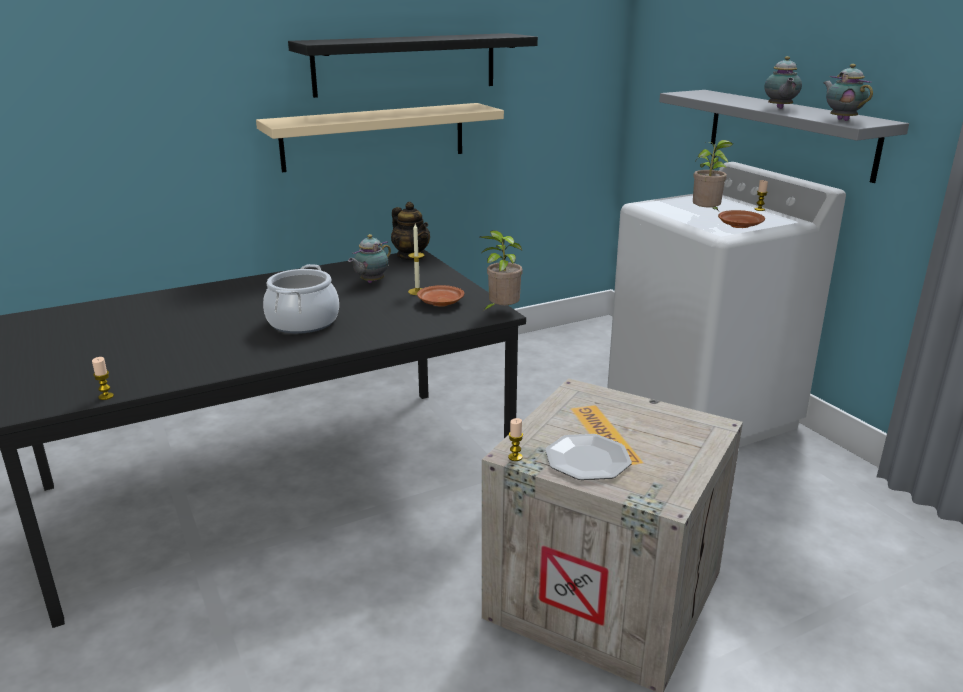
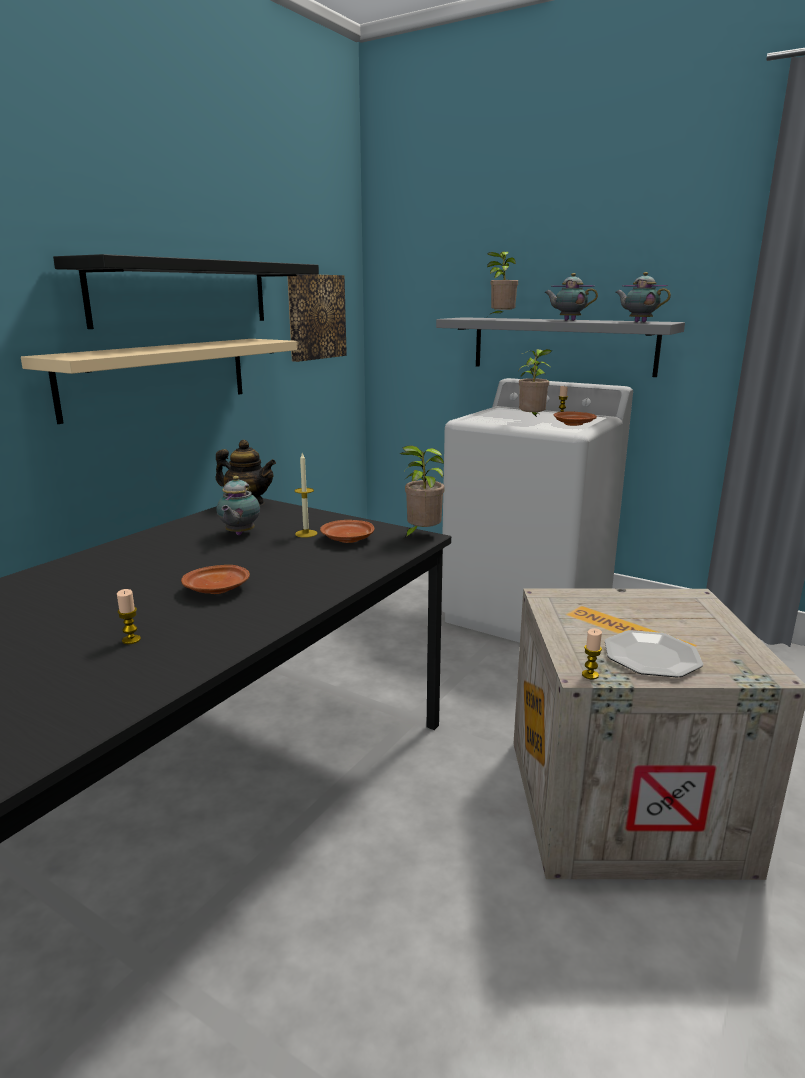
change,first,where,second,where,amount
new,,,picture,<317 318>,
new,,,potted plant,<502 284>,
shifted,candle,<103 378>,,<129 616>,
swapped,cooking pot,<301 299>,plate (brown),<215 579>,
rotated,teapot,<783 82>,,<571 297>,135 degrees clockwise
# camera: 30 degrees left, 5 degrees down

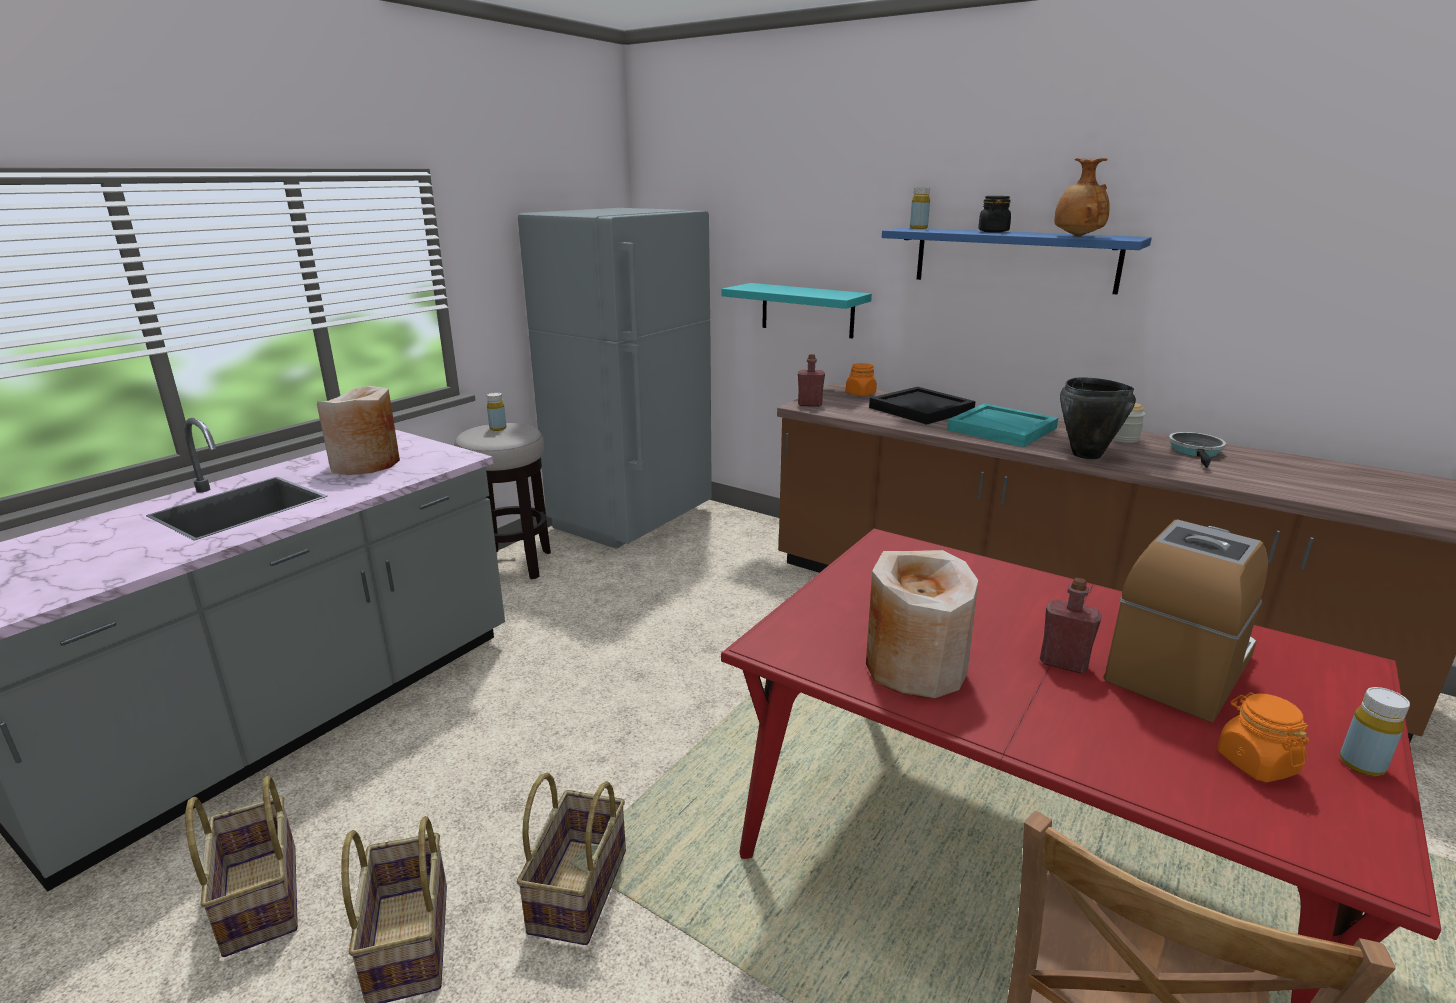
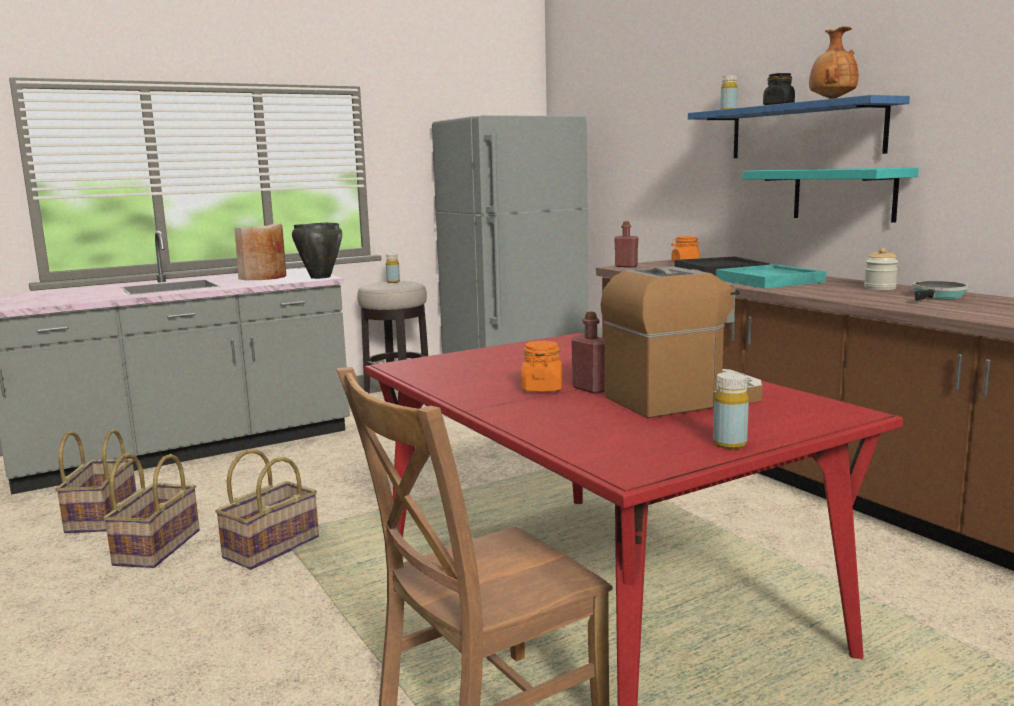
change,first,where,second,where,amount
gone,vase (beige),<922 624>,,,
shifted,shelf (turquoise),<796 311>,,<831 195>,
shifted,cooking pot (black),<1098 418>,,<317 250>,
shifted,jar (orange),<1263 737>,,<542 366>,
# camera: 25 degrees right, 10 degrees down

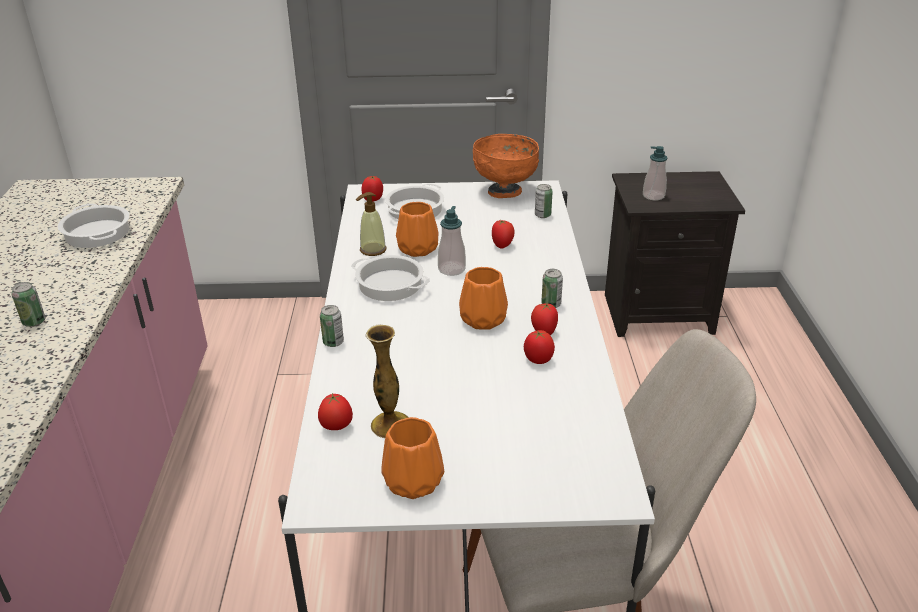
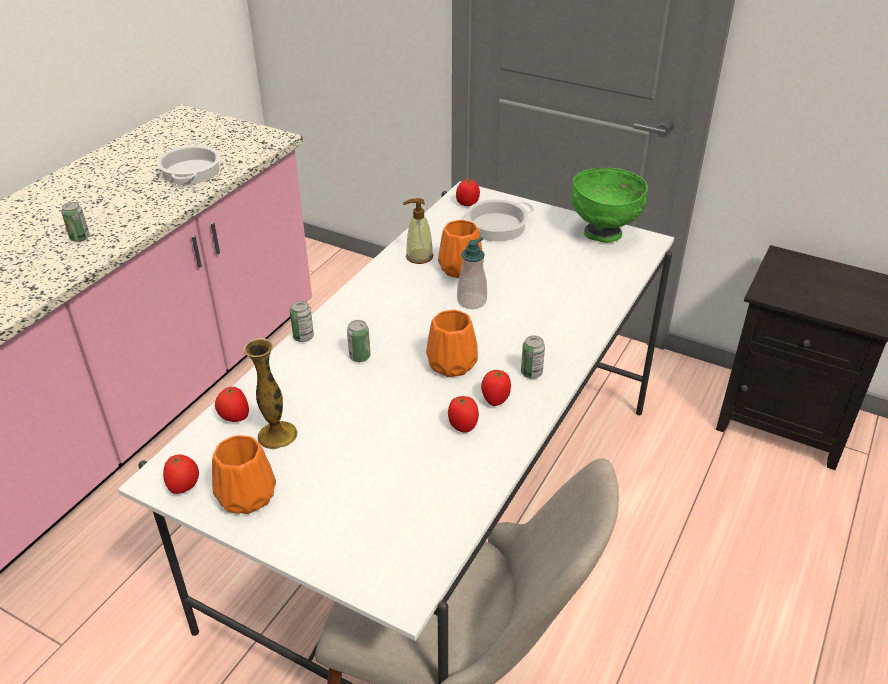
change,first,where,second,where,amount
gone,cooking pot,<390 278>,,,
gone,soap dispenser,<655 173>,,,
shifted,tomato,<503 234>,,<181 474>,
shifted,can,<544 201>,,<358 341>,
repainted,bowl (orange),<506 166>,bowl (green),<609 205>,
# camera: 30 degrees right, 5 degrees up

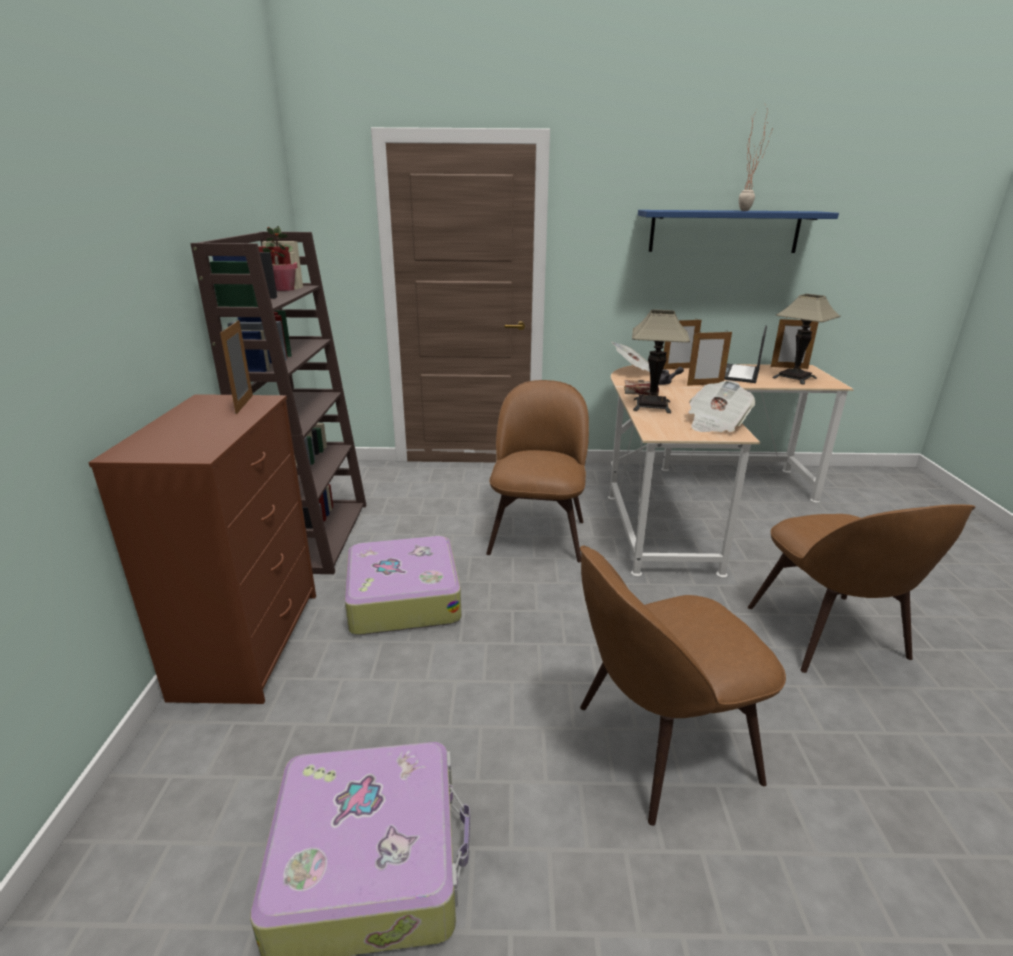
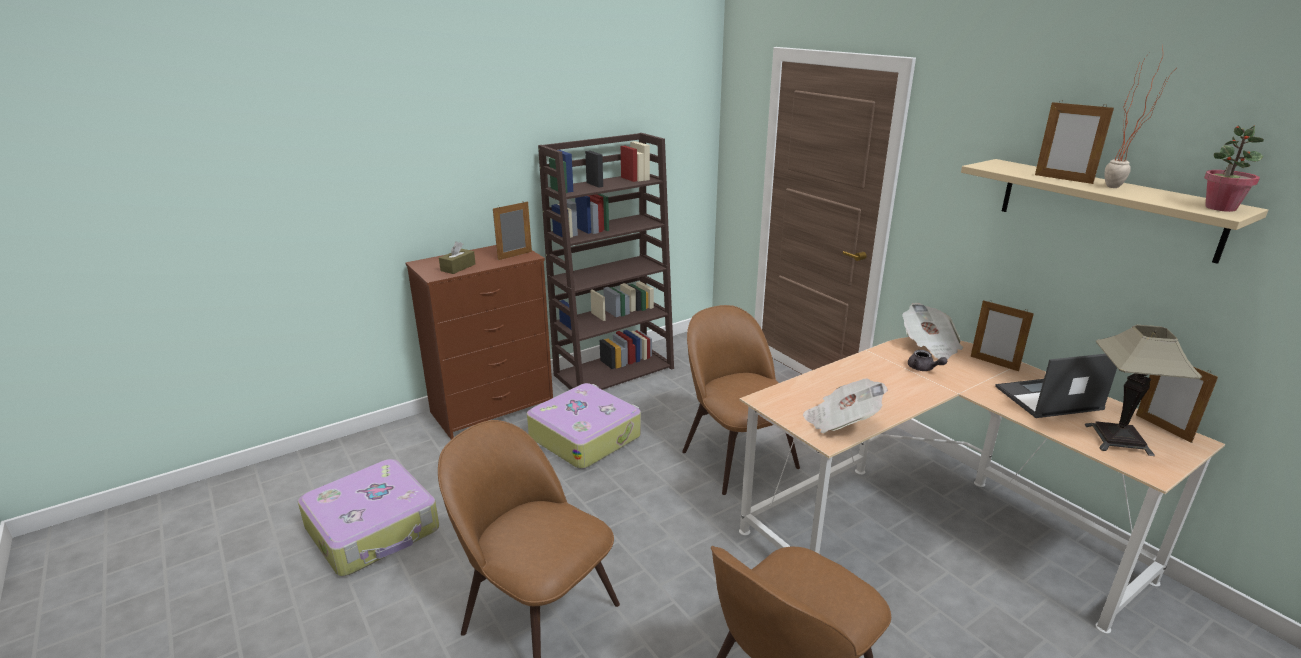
change,first,where,second,where,amount
gone,book,<641 387>,,,
gone,table lamp,<661 361>,,,
new,,,tissue box (brown),<457 257>,
shifted,potted plant,<280 258>,,<1234 168>,
shifted,picture frame,<709 359>,,<1074 142>,
repainted,shelf (blue),<738 231>,shelf (beige),<1114 211>,
rotated,chair (brown),<537 471>,,<741 400>,90 degrees counterclockwise
# camera: 55 degrees right, 0 degrees up

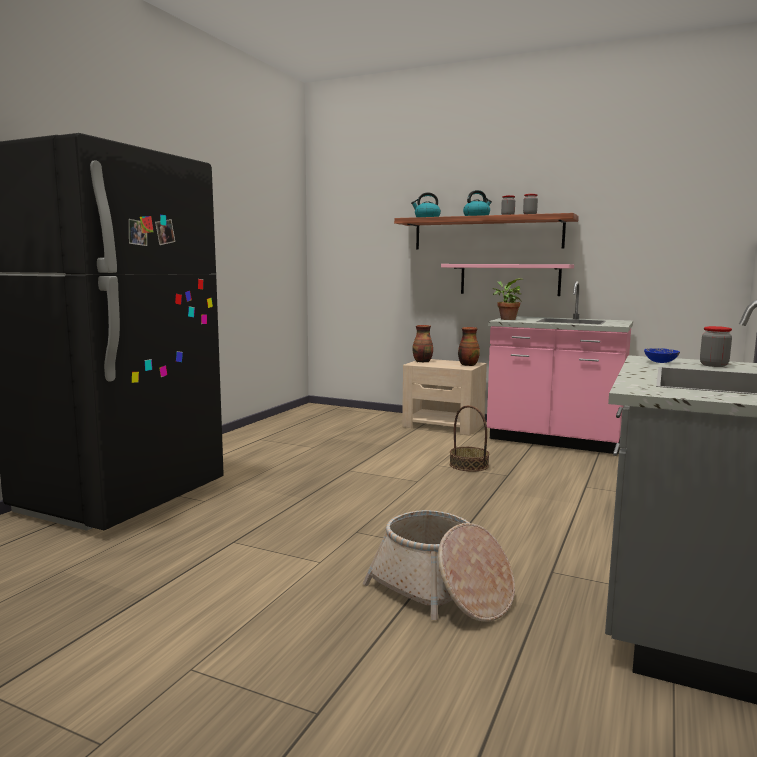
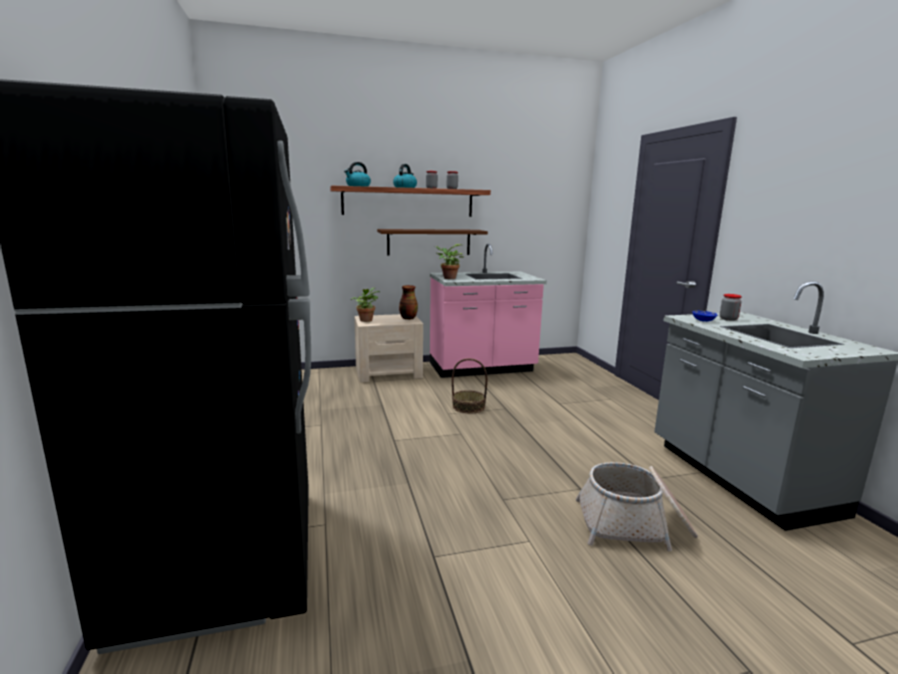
change,first,where,second,where,amount
swapped,vase,<422 343>,potted plant,<365 304>,
repainted,shelf (pink),<507 280>,shelf (brown),<432 242>,
# camera: 40 degrees left, 5 degrees up

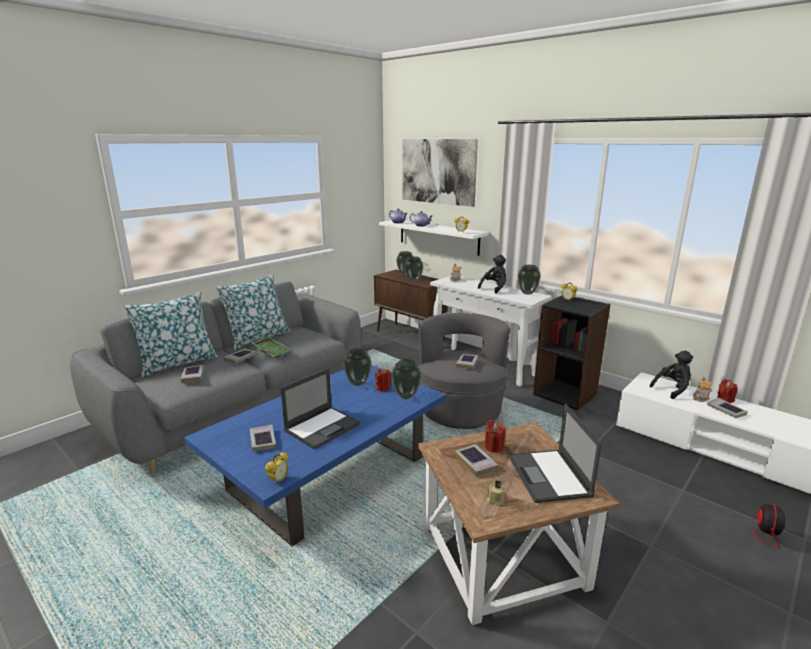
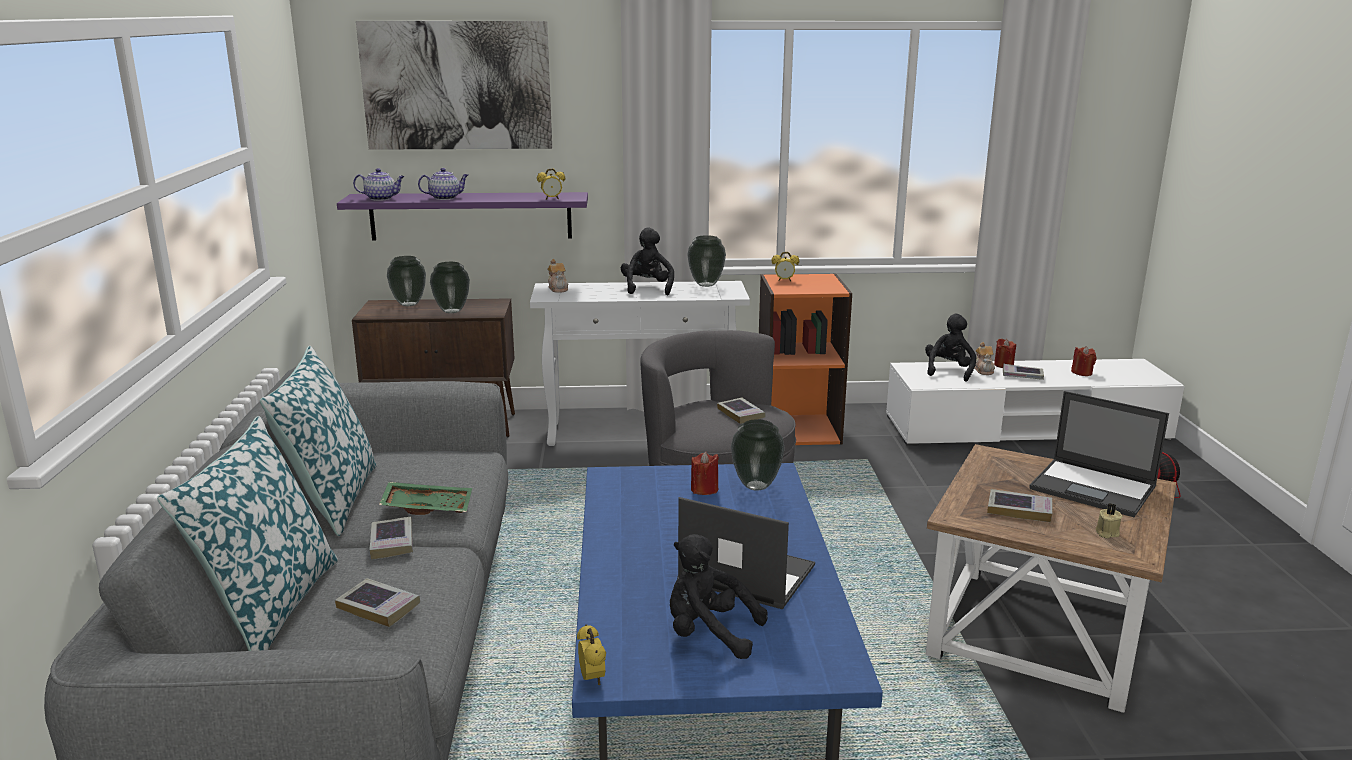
change,first,where,second,where,amount
gone,vase,<357 367>,,,
shifted,alarm clock,<277 468>,,<591 654>,
shifted,candle (red),<495 436>,,<1083 361>,
swapped,book,<263 438>,plush toy (black),<719 596>,
repainted,shelf (white),<434 238>,shelf (purple),<462 216>,
repainted,bookcase (black),<572 353>,bookcase (orange),<805 359>,
rotated,laptop,<320 408>,,<746 553>,60 degrees counterclockwise
# camera: 45 degrees left, 0 degrees up

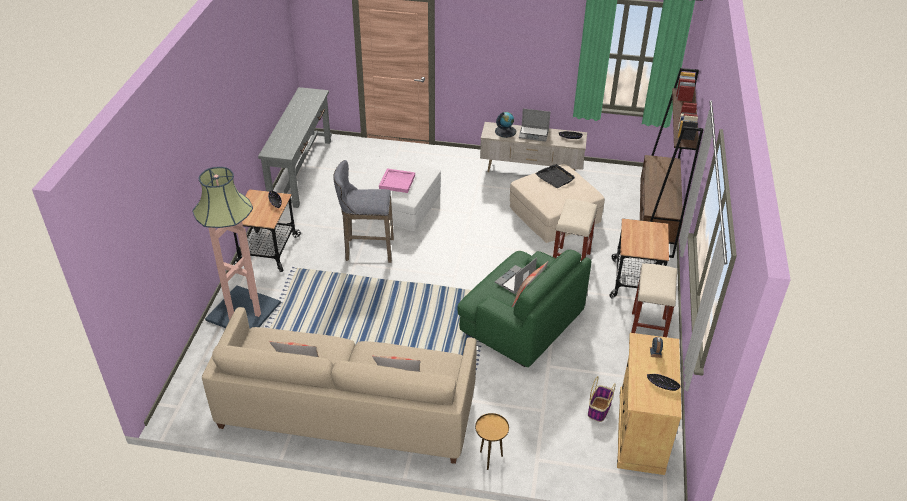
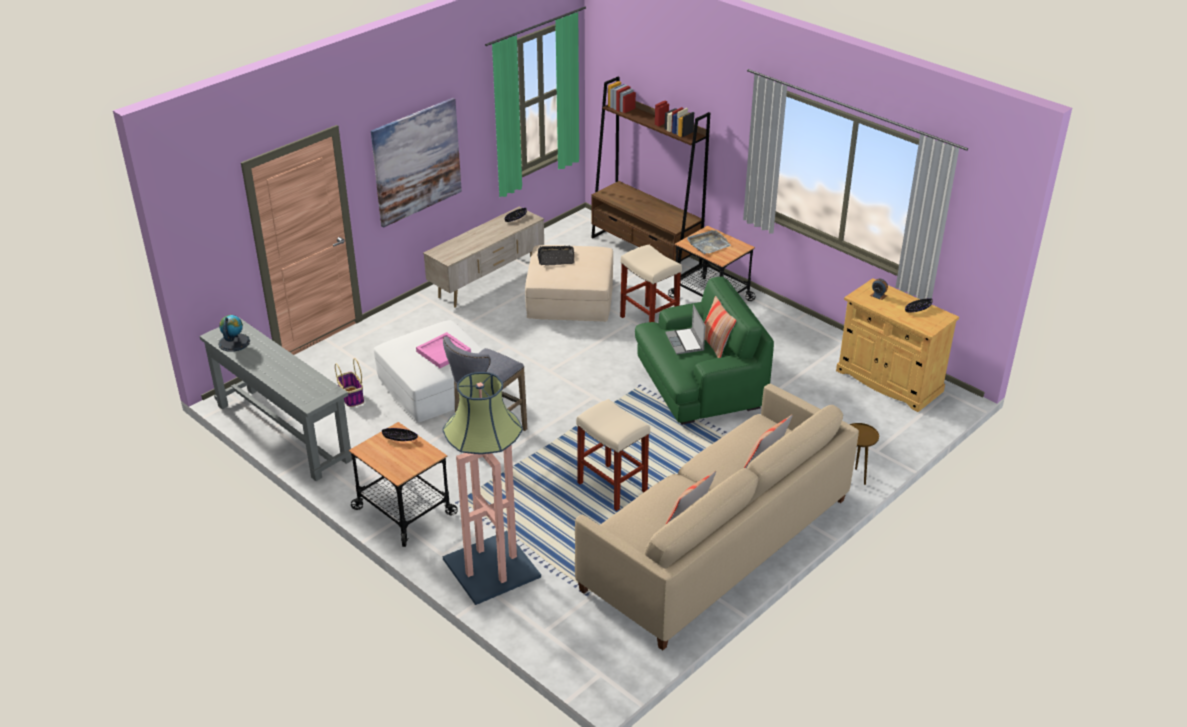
change,first,where,second,where,amount
gone,laptop,<535 124>,,,
new,,,picture,<416 163>,
new,,,tray (grey),<709 242>,
shifted,globe,<505 125>,,<234 333>,
shifted,basket,<602 399>,,<349 382>,
shifted,stool (beige),<654 300>,,<613 455>,
# camera: 55 degrees left, 5 degrees down

